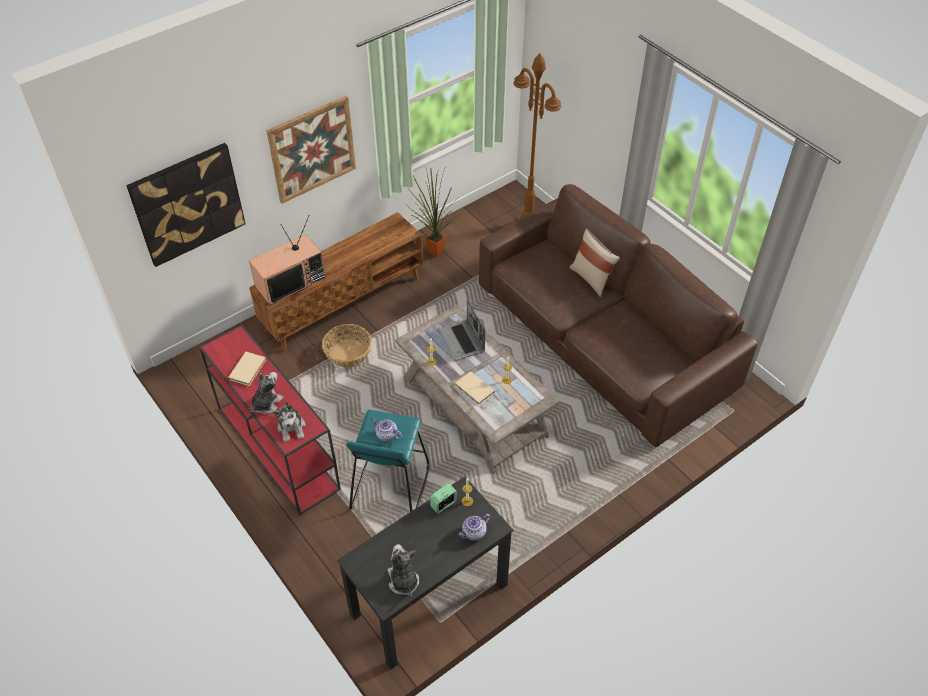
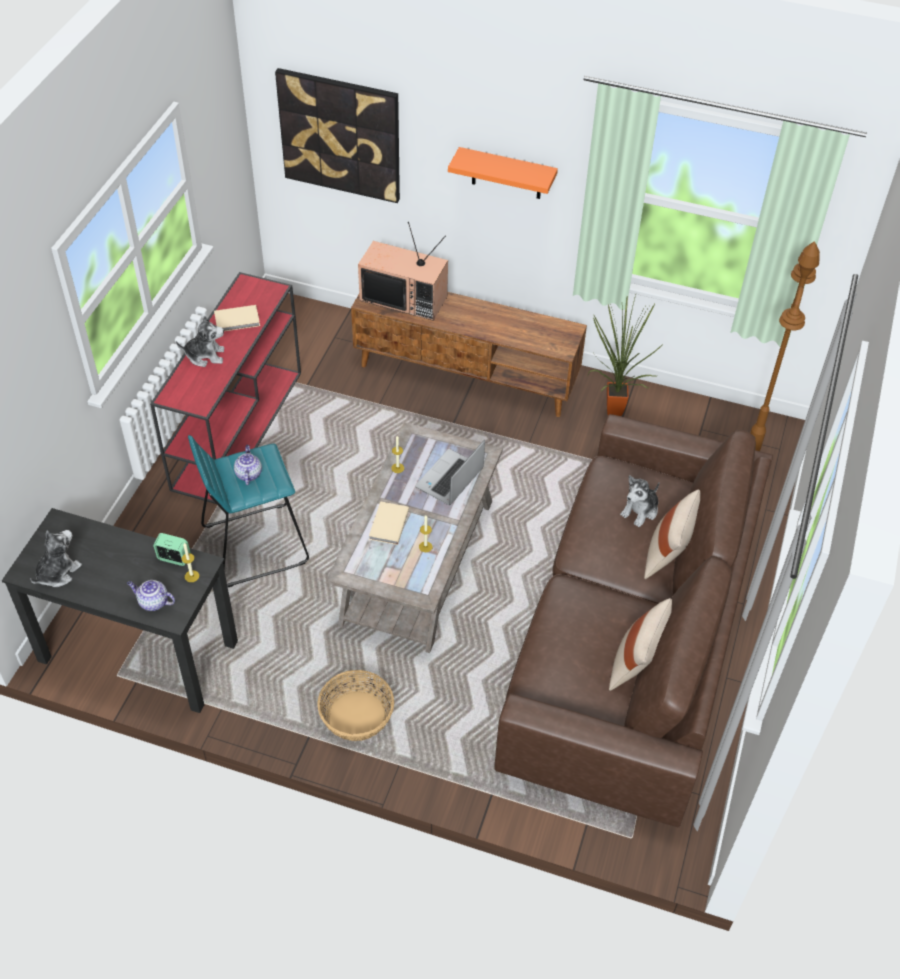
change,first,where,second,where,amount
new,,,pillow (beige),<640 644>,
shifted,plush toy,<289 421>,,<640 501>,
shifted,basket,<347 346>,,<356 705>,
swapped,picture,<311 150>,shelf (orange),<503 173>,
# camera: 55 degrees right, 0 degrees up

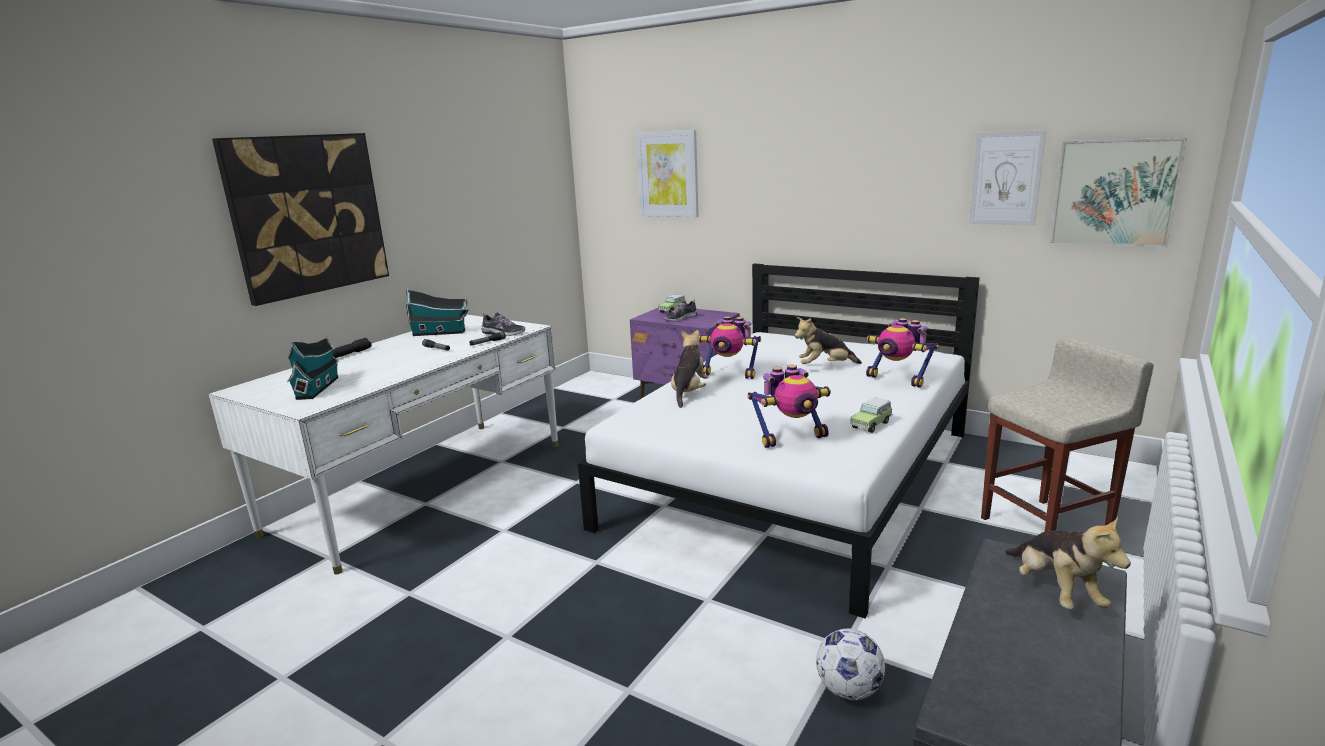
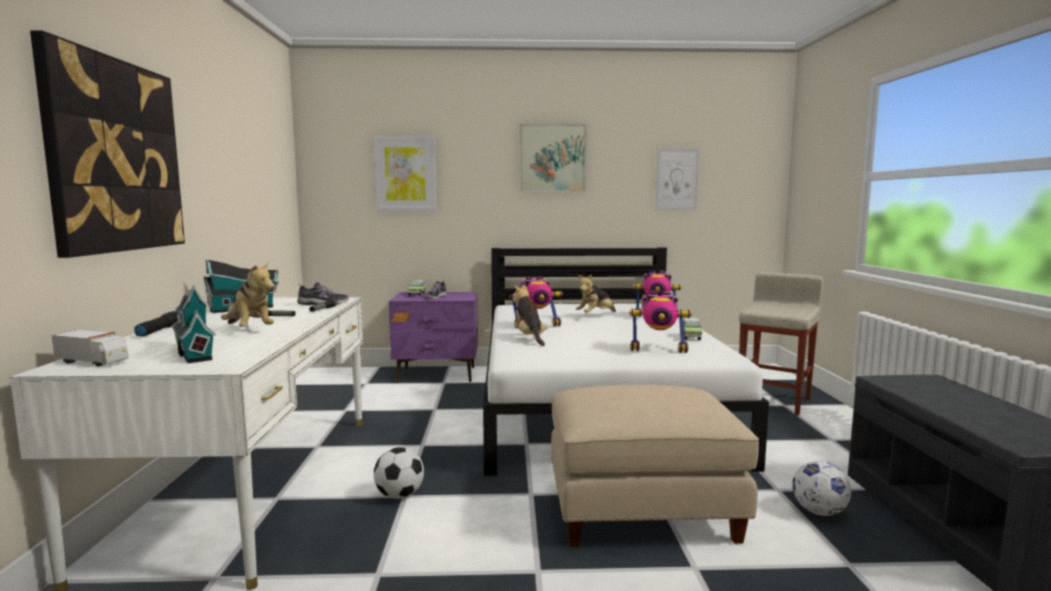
change,first,where,second,where,amount
new,,,toy truck,<90 348>,
new,,,football,<399 473>,
new,,,ottoman (beige),<655 465>,
shifted,plush toy,<1068 562>,,<248 294>,
shifted,picture,<1118 192>,,<553 158>,
rotated,toy robot,<789 406>,,<660 322>,60 degrees clockwise
# camera: 35 degrees left, 10 degrees down

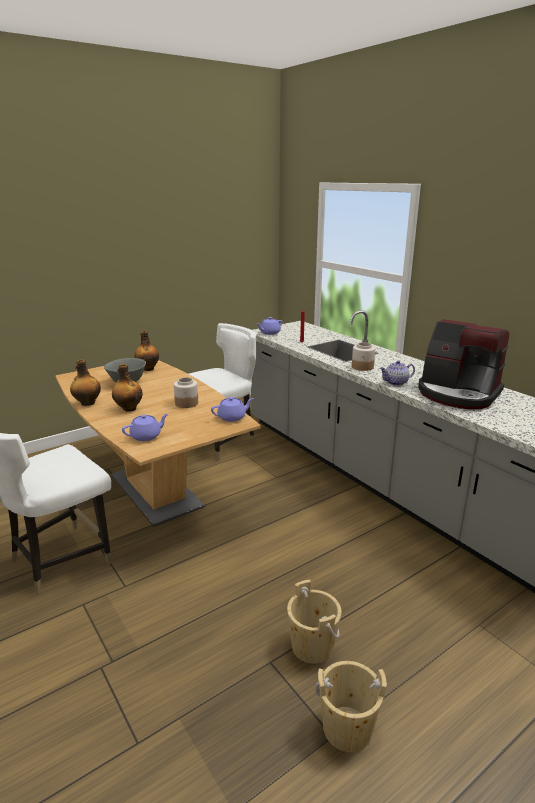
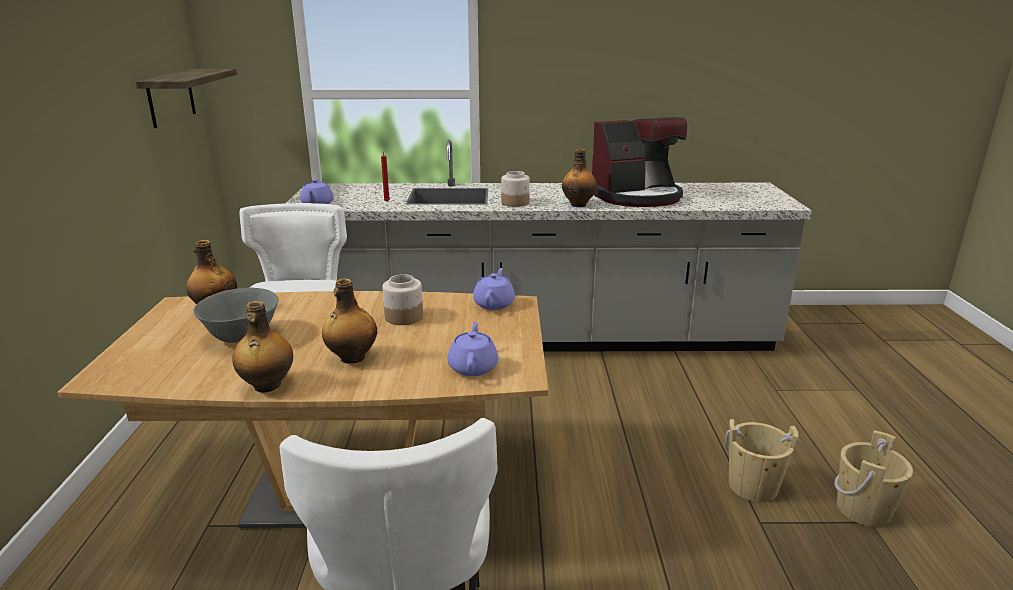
change,first,where,second,where,amount
new,,,shelf,<186 98>,
swapped,teapot,<397 373>,bottle,<579 177>,
# camera: 55 degrees left, 0 degrees up

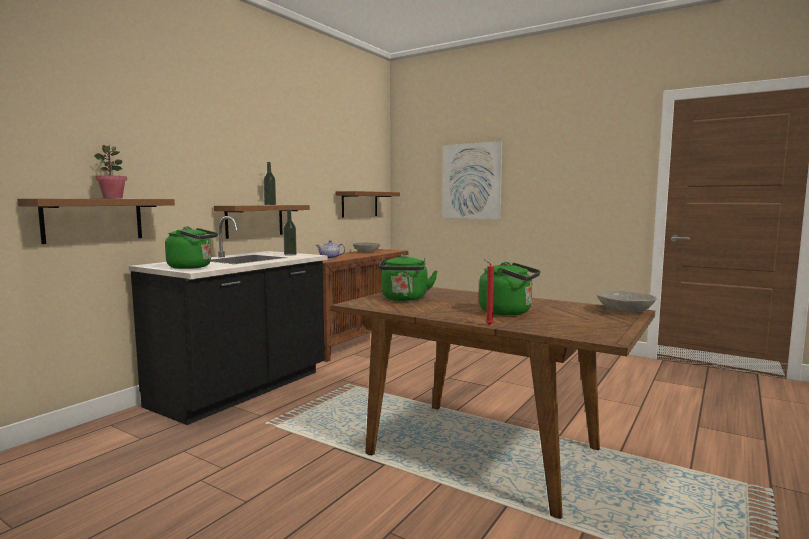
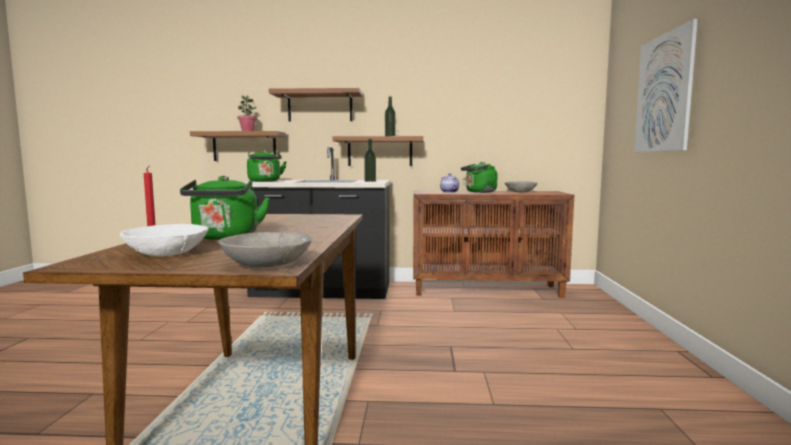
change,first,where,second,where,amount
new,,,bowl (white),<164 240>,
shifted,shelf (brown),<367 204>,,<316 105>,
shifted,kettle (green),<408 277>,,<479 177>,
# camera: 60 degrees right, 0 degrees up

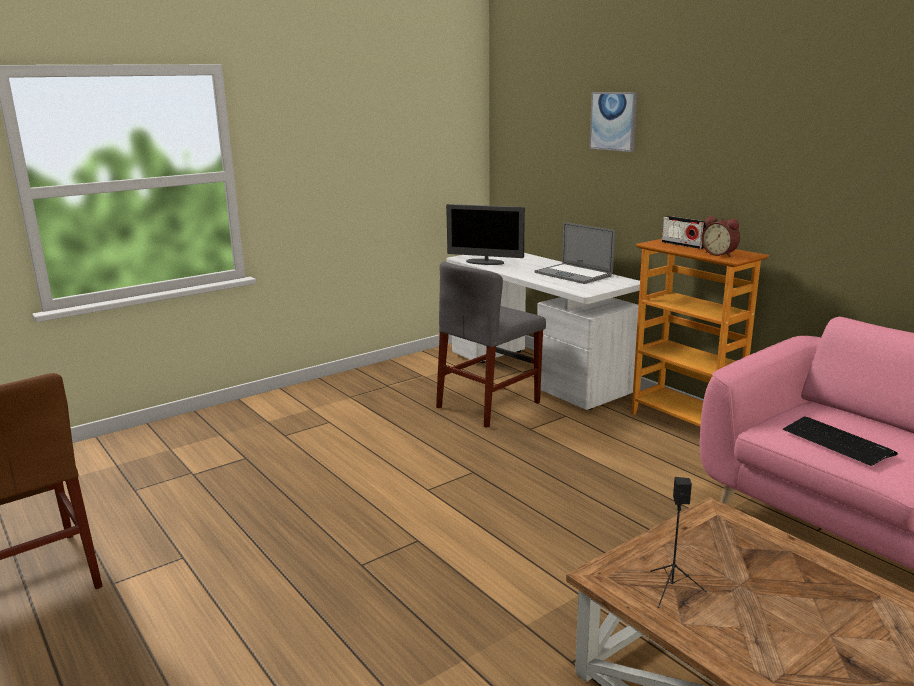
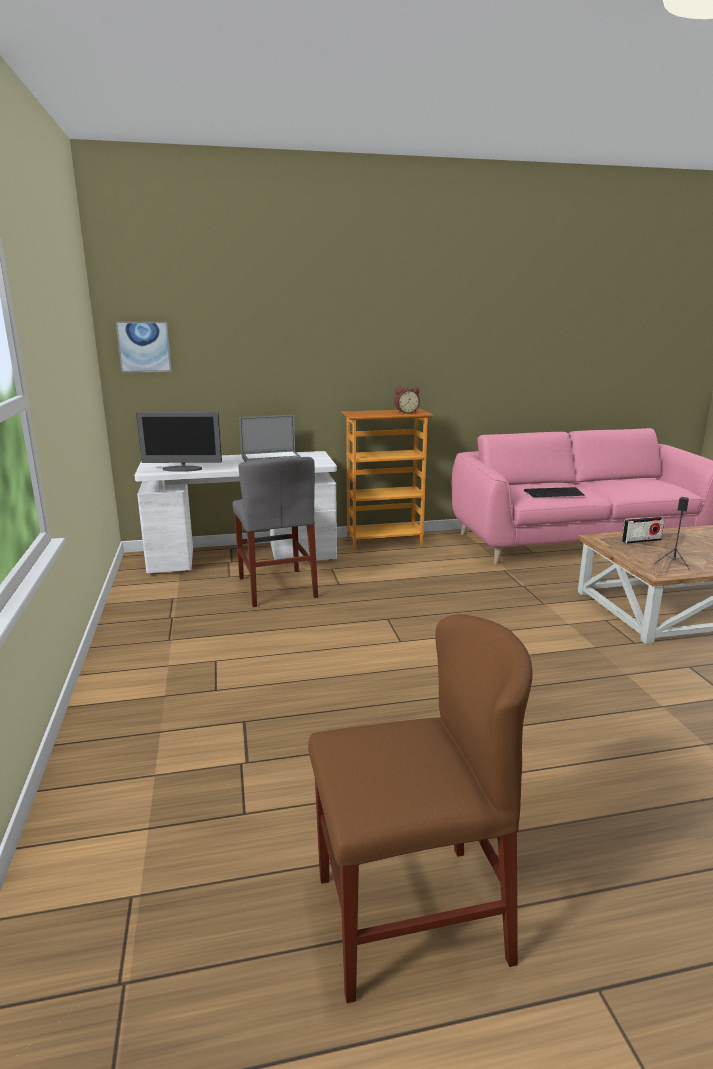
change,first,where,second,where,amount
shifted,picture,<613 122>,,<144 347>,
shifted,radio,<684 232>,,<643 530>,
rotated,monitor,<485 234>,,<179 442>,45 degrees clockwise
# camera: 65 degrees left, 0 degrees up

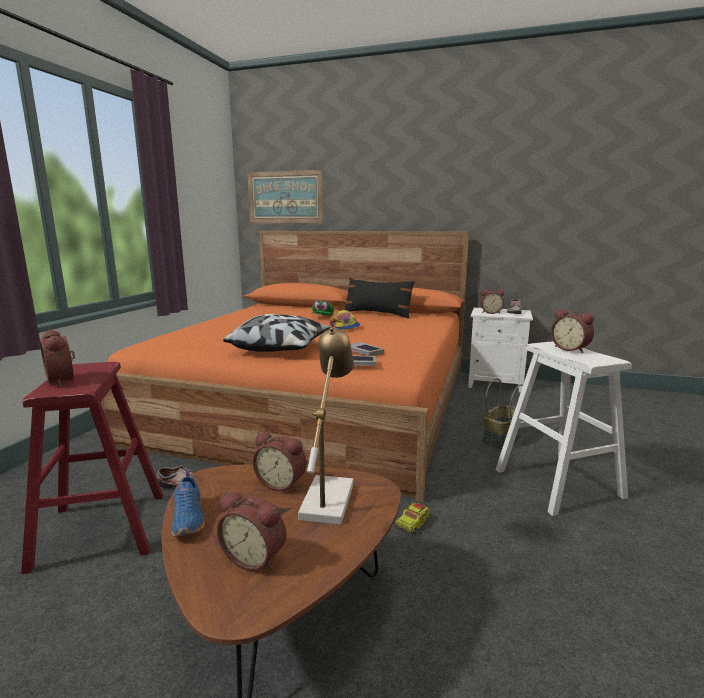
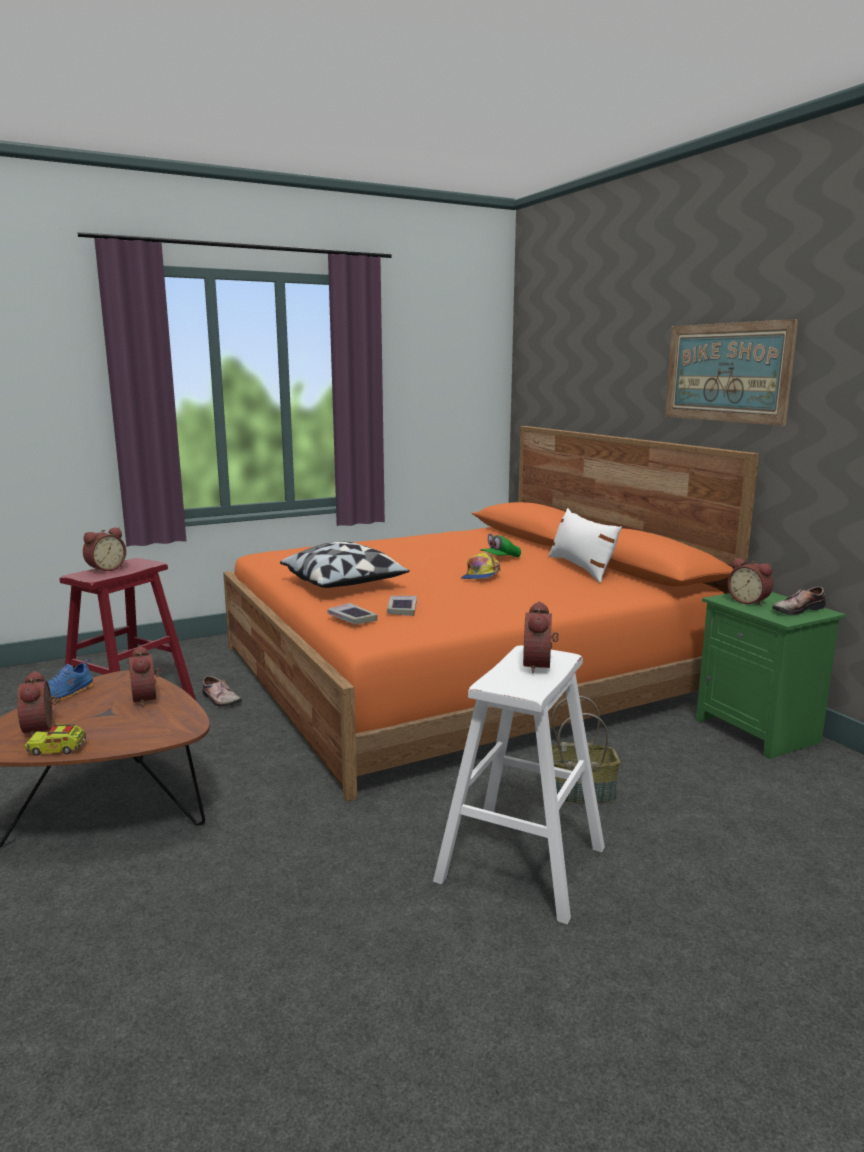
change,first,where,second,where,amount
gone,table lamp,<326 426>,,,
shifted,picture,<285 196>,,<731 372>,
shifted,toy truck,<412 518>,,<55 738>,
repainted,pillow (black),<379 298>,pillow (white),<585 545>,
repainted,nightstand (white),<500 350>,nightstand (green),<771 675>,
rotated,alarm clock,<57 358>,,<104 550>,150 degrees counterclockwise
# camera: 45 degrees right, 0 degrees up

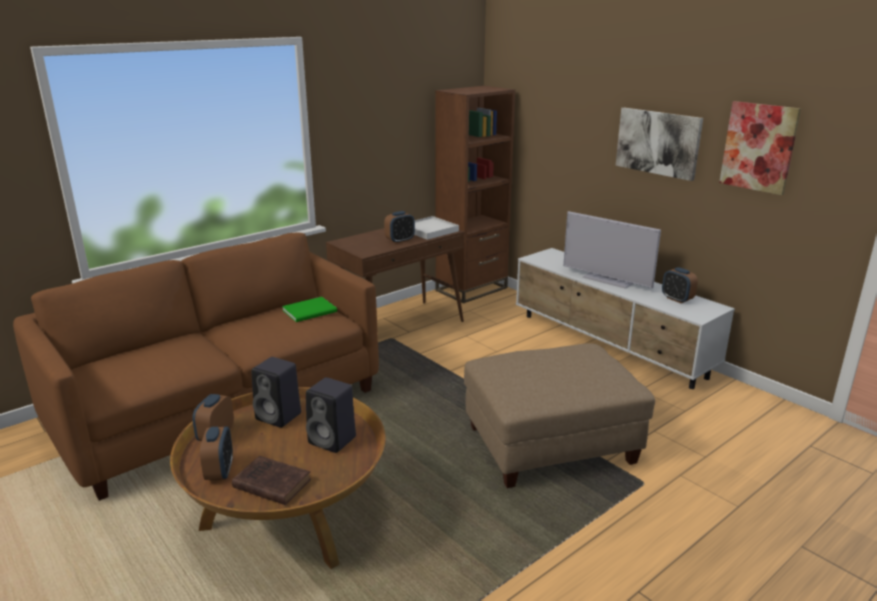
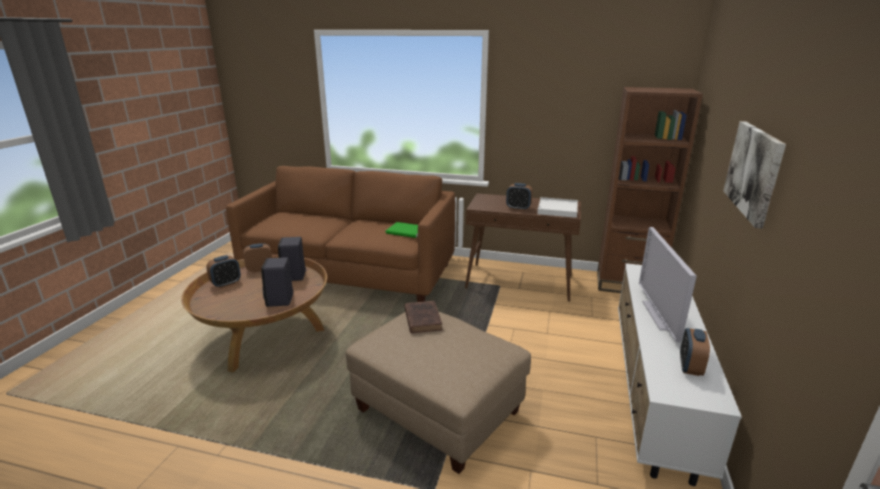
change,first,where,second,where,amount
gone,picture,<760 148>,,,
shifted,book (brown),<271 480>,,<423 317>,
# camera: 55 degrees right, 0 degrees up

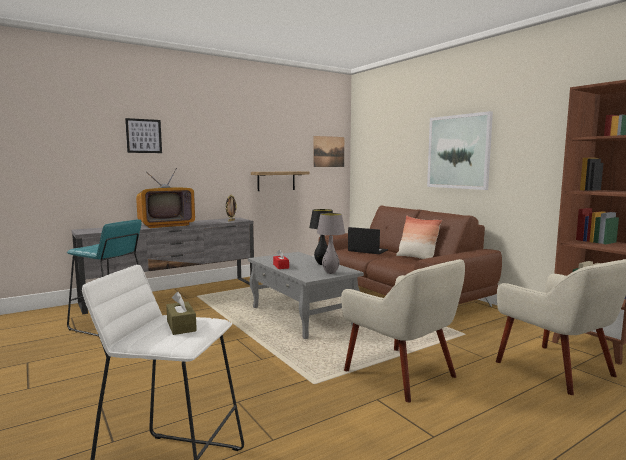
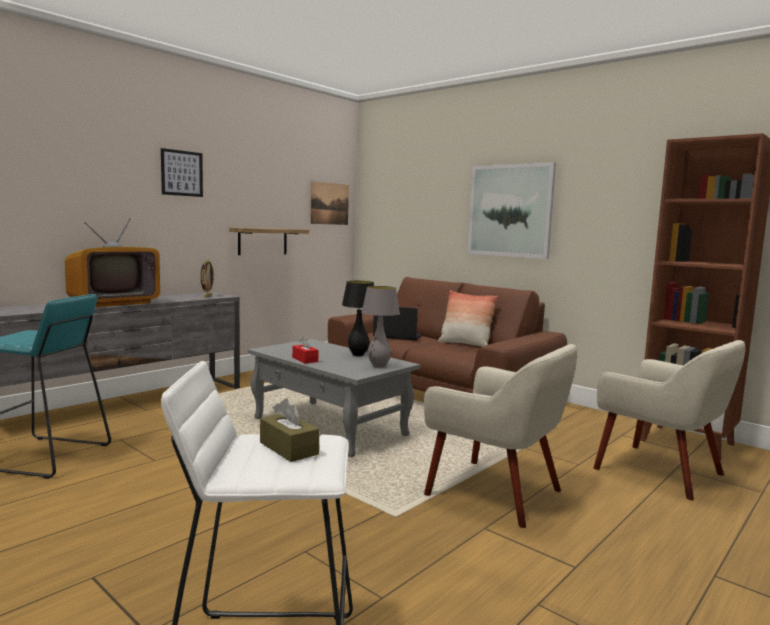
change,first,where,second,where,amount
shifted,picture,<143 135>,,<182 172>,
# camera: 15 degrees left, 0 degrees up

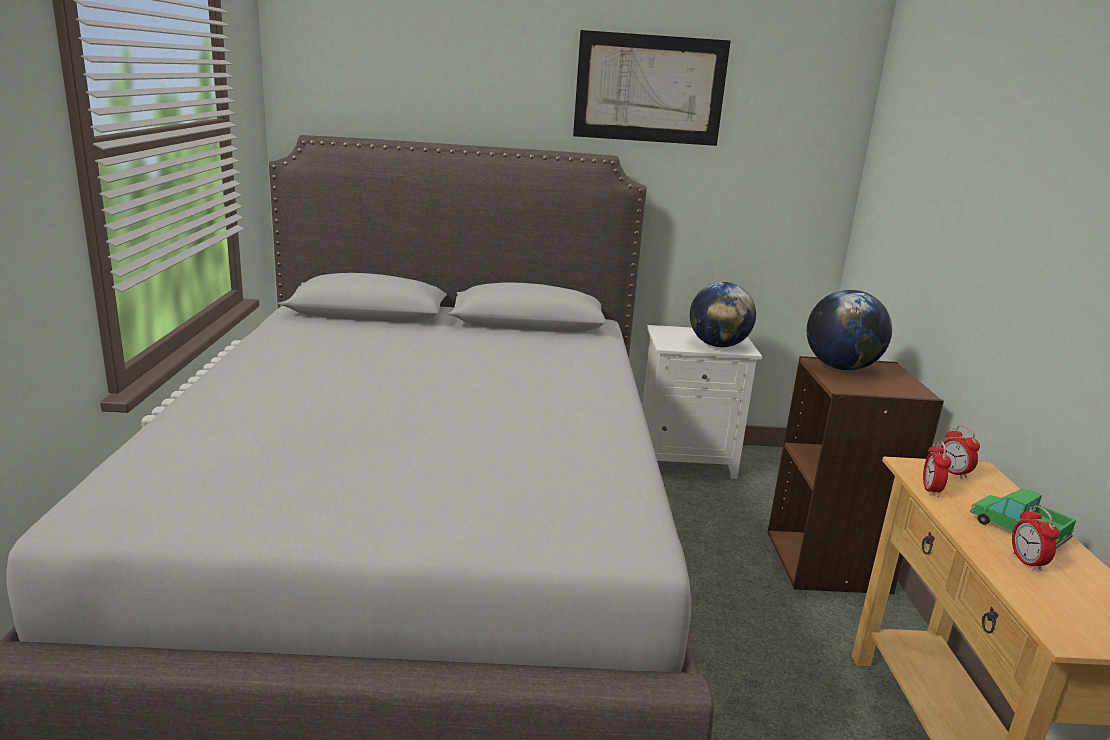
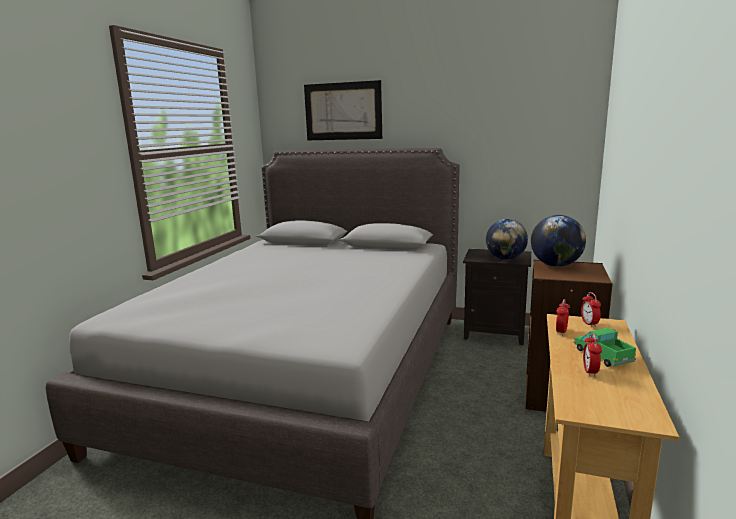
change,first,where,second,where,amount
shifted,picture,<652 88>,,<343 110>,
repainted,nightstand (white),<702 402>,nightstand (black),<497 297>,
# camera: 20 degrees right, 5 degrees down

